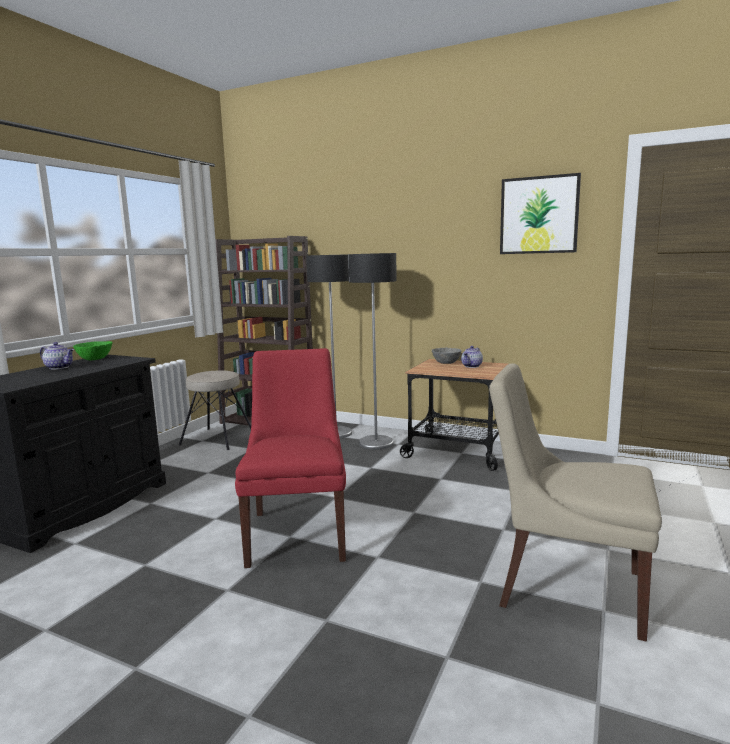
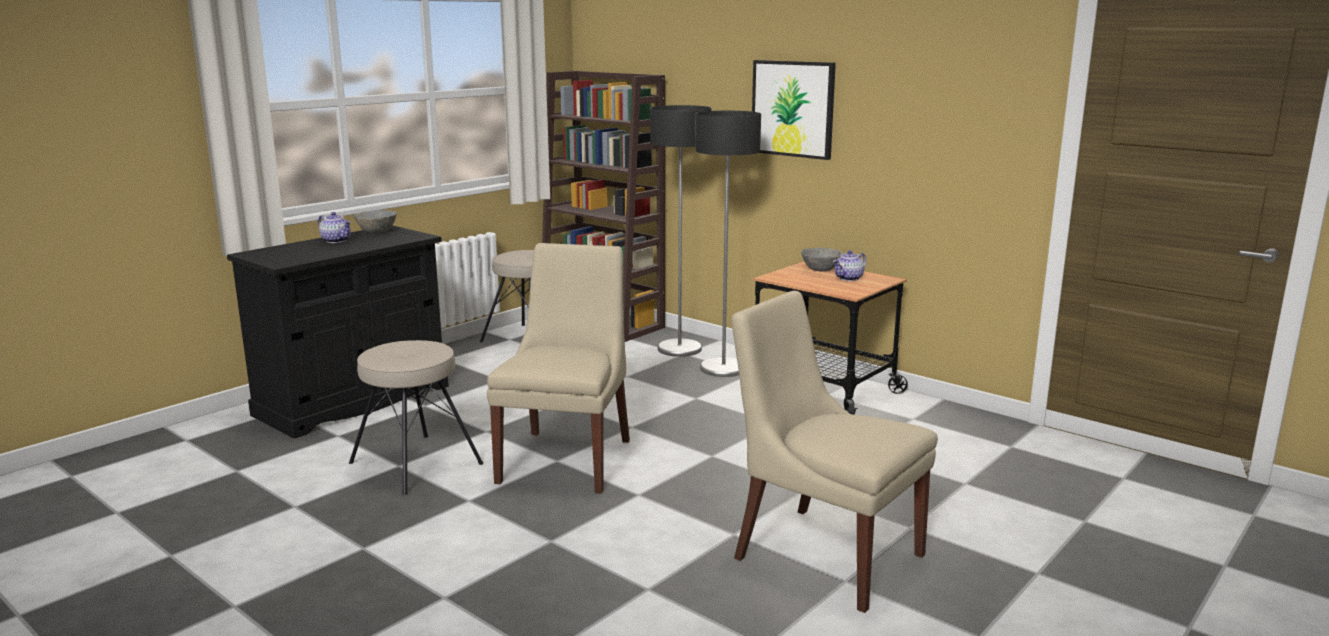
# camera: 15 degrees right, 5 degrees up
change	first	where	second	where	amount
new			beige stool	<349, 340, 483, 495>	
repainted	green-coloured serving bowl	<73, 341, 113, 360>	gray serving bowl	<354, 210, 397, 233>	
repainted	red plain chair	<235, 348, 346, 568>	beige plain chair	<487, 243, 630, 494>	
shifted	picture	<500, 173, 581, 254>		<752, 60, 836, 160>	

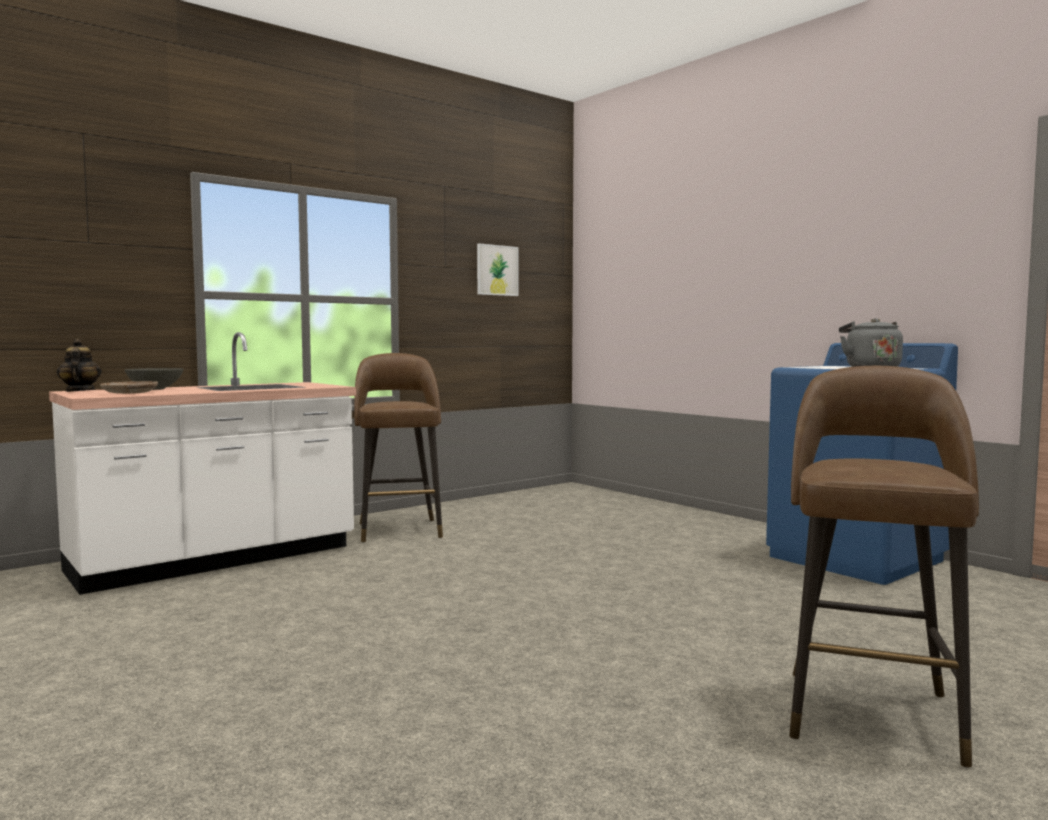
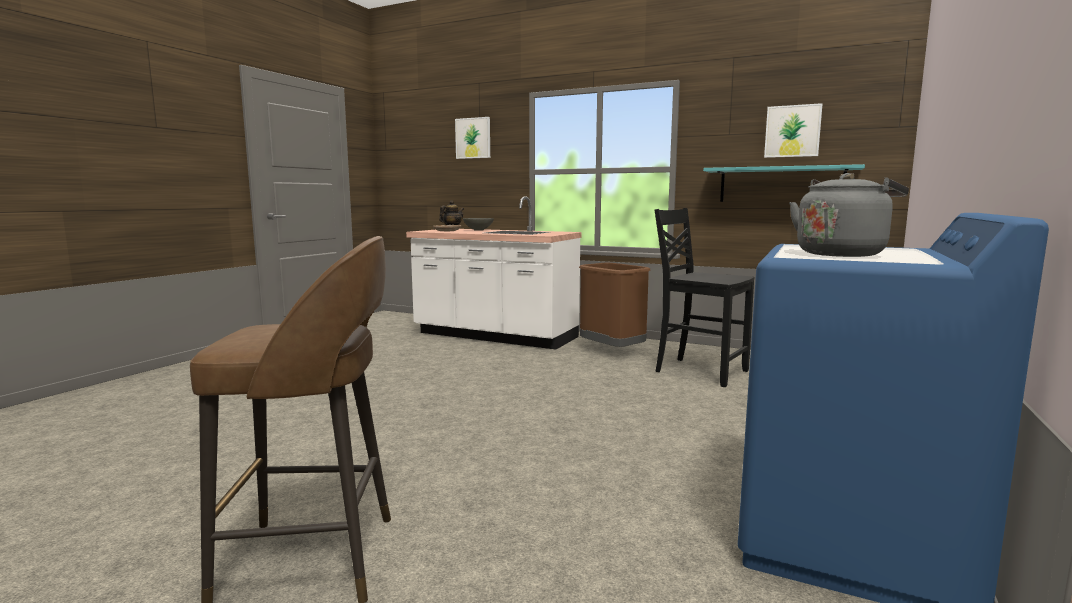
# camera: 65 degrees right, 5 degrees up
change	first	where	second	where	amount
new			picture	<455, 117, 490, 159>	
swapped	brown stool	<354, 353, 443, 543>	brown waste bin	<579, 263, 651, 347>	
new			blackish plain chair	<655, 208, 754, 387>	
new			turquoise wall shelf	<703, 164, 865, 202>	

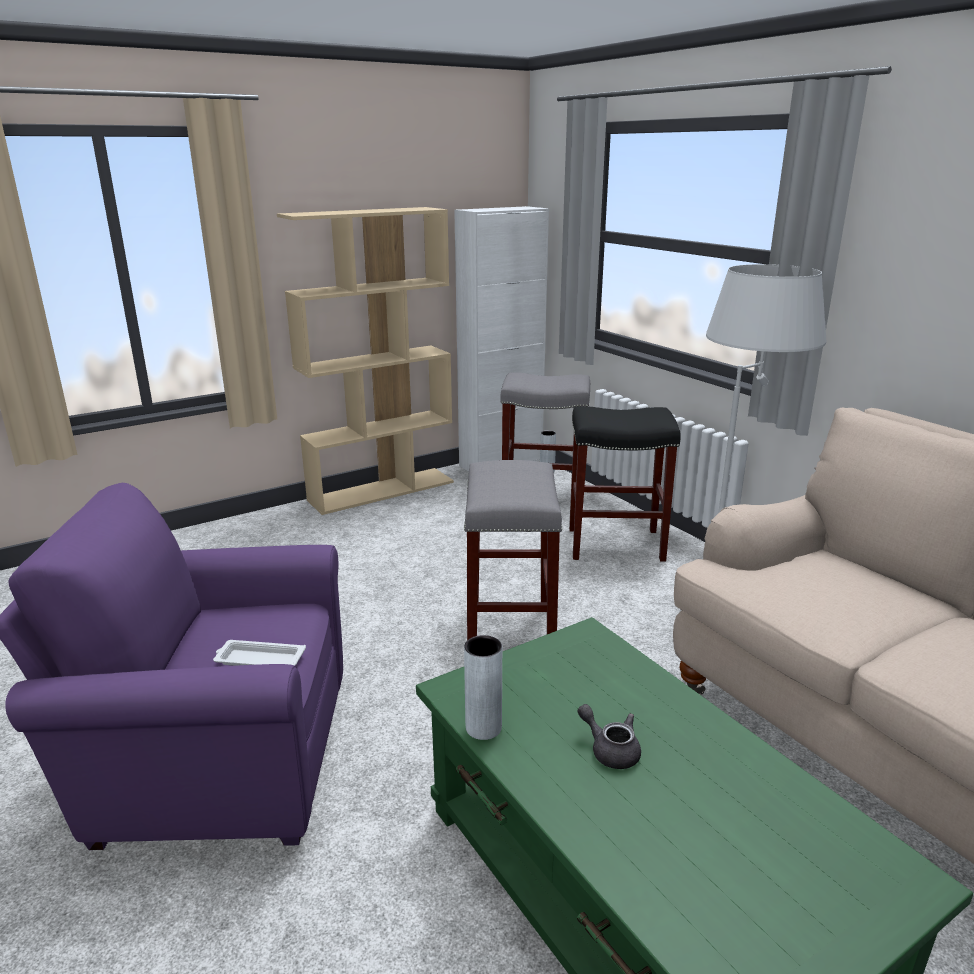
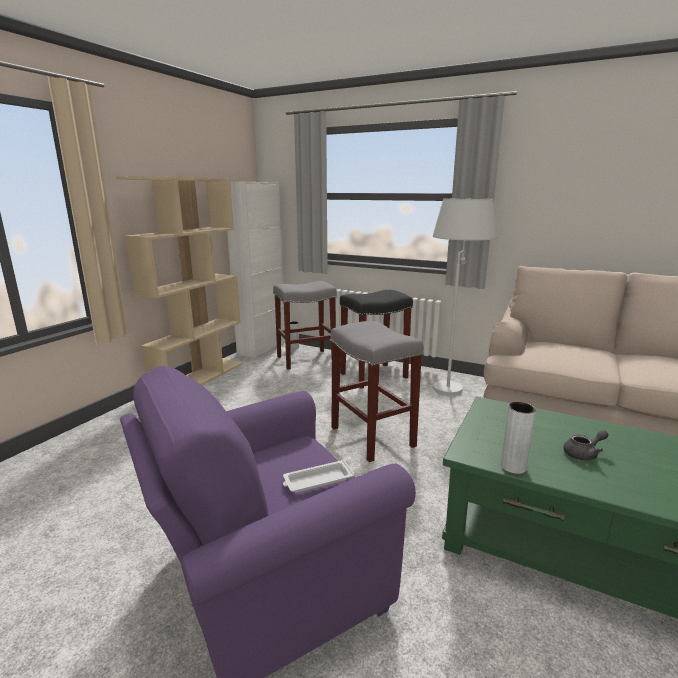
# camera: 30 degrees left, 5 degrees down
change	first	where	second	where	amount
rotated	gray teapot	<577, 704, 641, 769>		<563, 430, 609, 461>	150 degrees clockwise

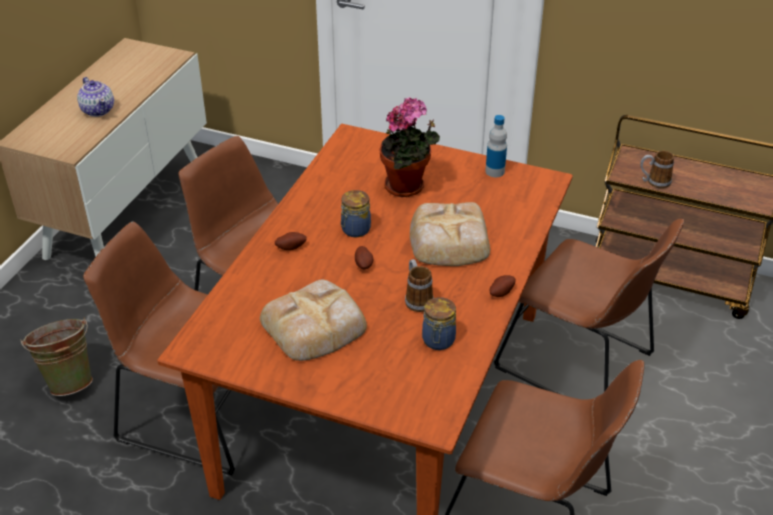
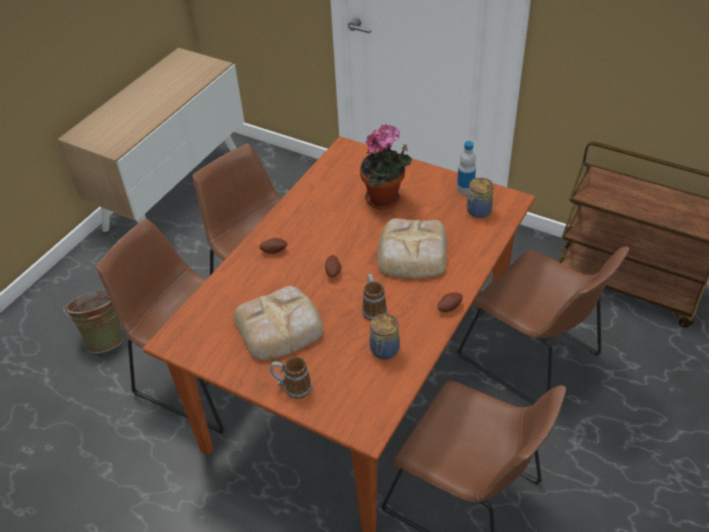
# camera: 10 degrees right, 5 degrees up
change	first	where	second	where	amount
shifted	coffee mug	<640, 151, 674, 189>		<270, 357, 312, 399>	
shifted	preserve jar	<341, 190, 371, 237>		<467, 178, 493, 218>	
gone	teapot	<77, 77, 114, 117>			

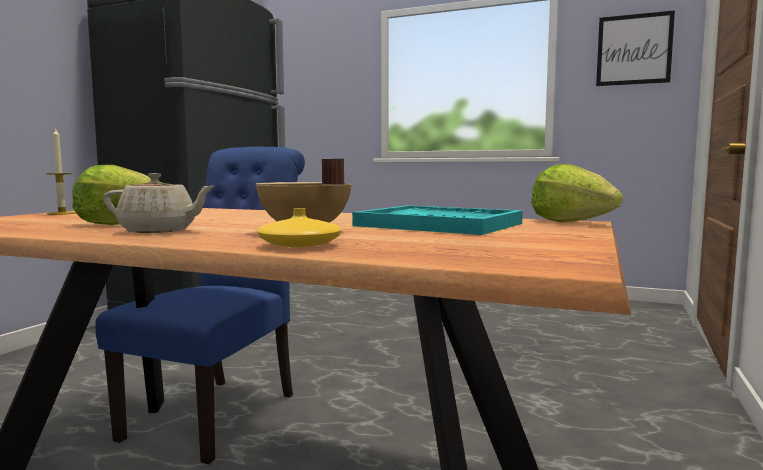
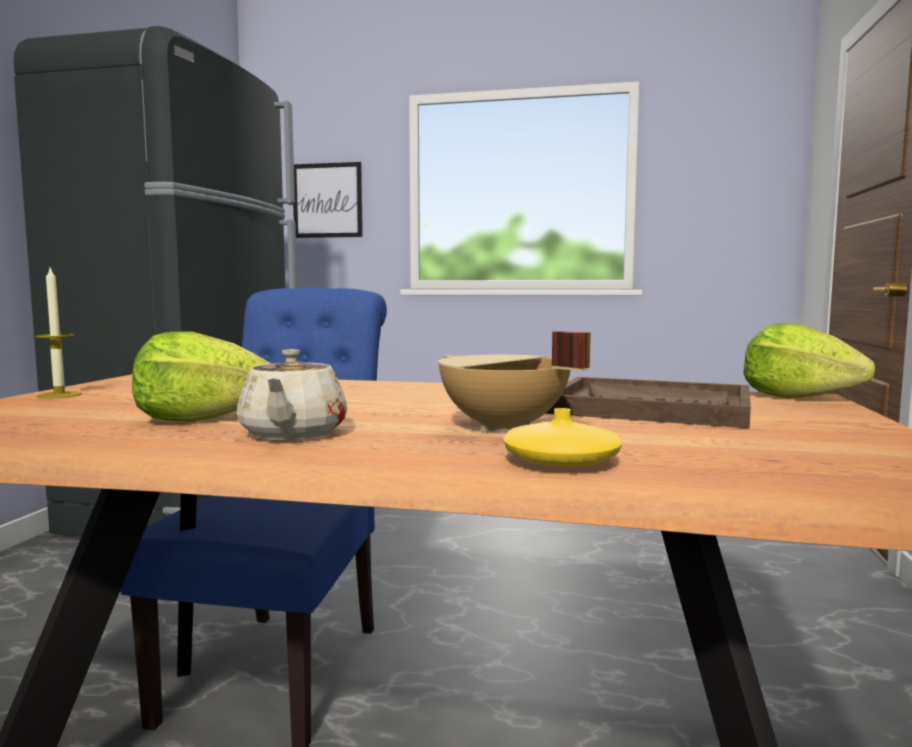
# camera: 10 degrees left, 0 degrees up
change	first	where	second	where	amount
rotated	beige teapot	<103, 173, 214, 233>		<237, 349, 347, 440>	90 degrees clockwise
shifted	picture	<596, 10, 675, 86>		<293, 162, 363, 238>	
repainted	turquoise serving tray	<352, 206, 523, 235>	brown serving tray	<545, 377, 751, 428>	

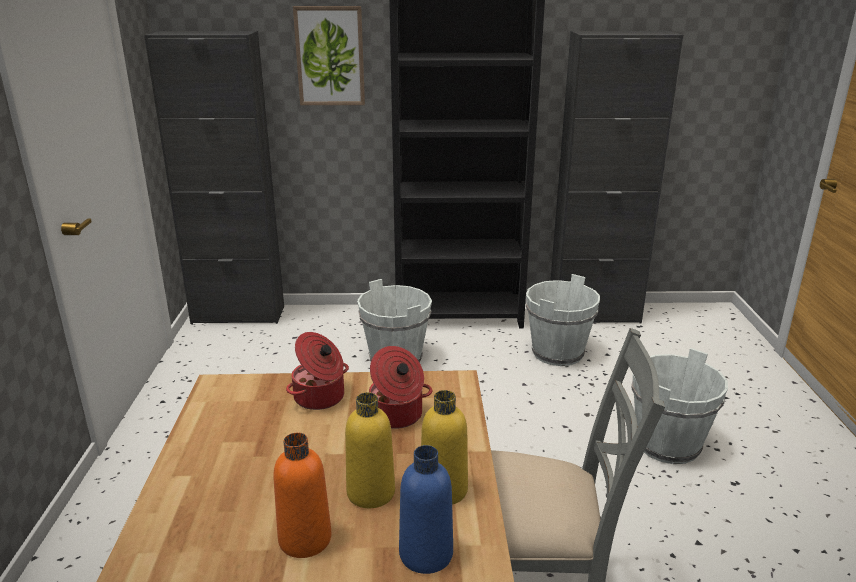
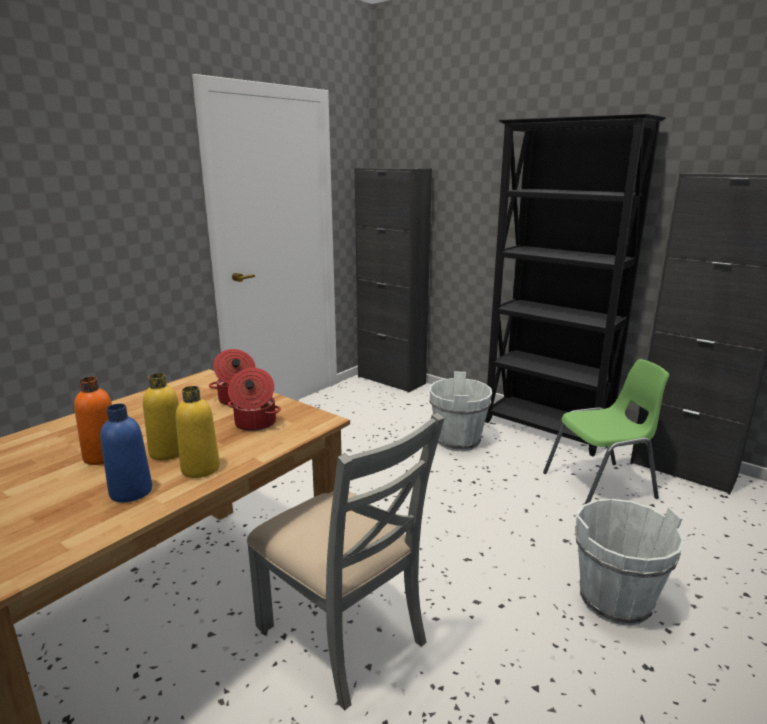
# camera: 40 degrees right, 5 degrees down
change	first	where	second	where	amount
swapped	whitish bucket	<526, 274, 600, 366>	green-coloured plain chair	<543, 359, 669, 504>	
gone	picture	<293, 6, 365, 105>			

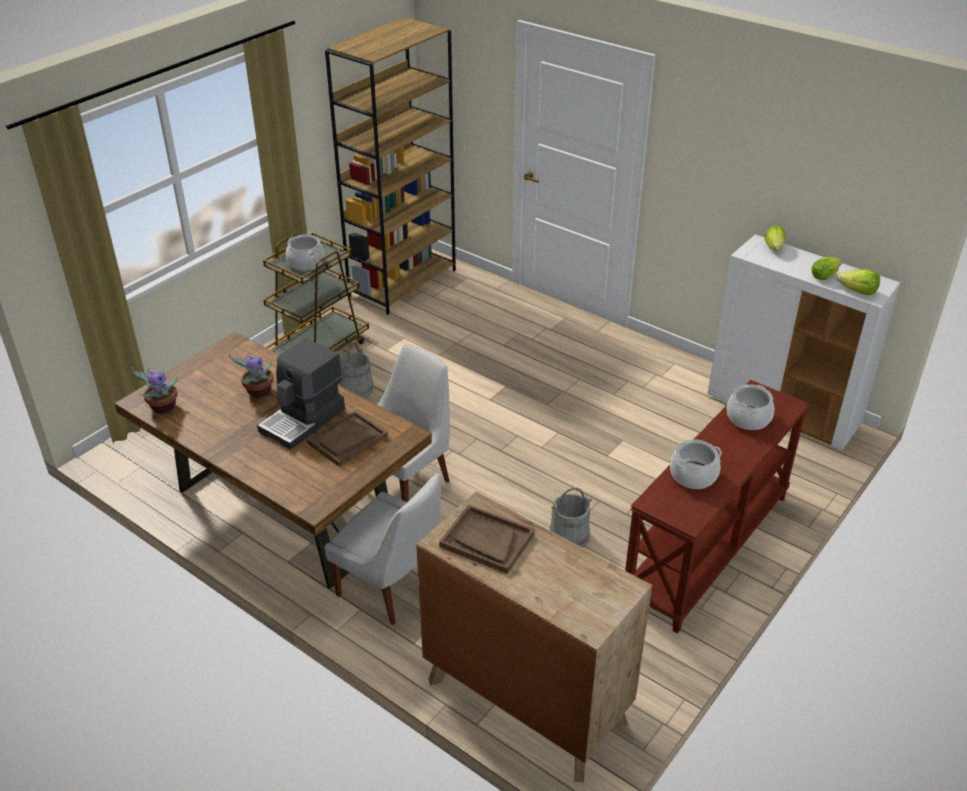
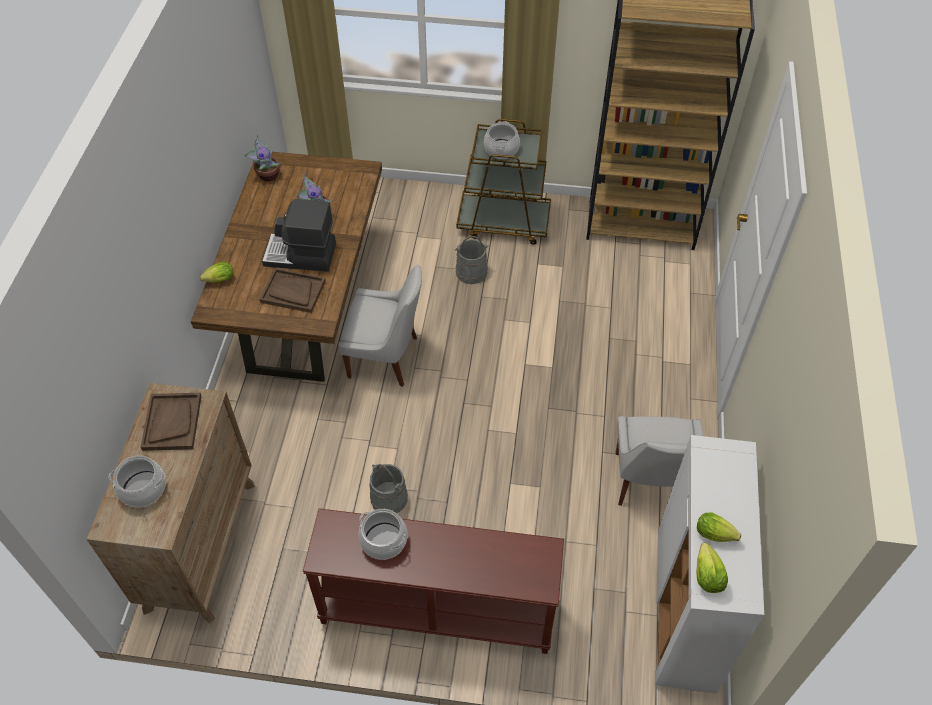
# camera: 60 degrees right, 15 degrees up
change	first	where	second	where	amount
shifted	cooking pot	<727, 384, 774, 430>		<109, 455, 166, 508>	
shifted	lettuce head	<765, 225, 786, 250>		<200, 262, 233, 282>	
shifted	whitish plain chair	<324, 473, 441, 625>		<616, 416, 703, 506>	

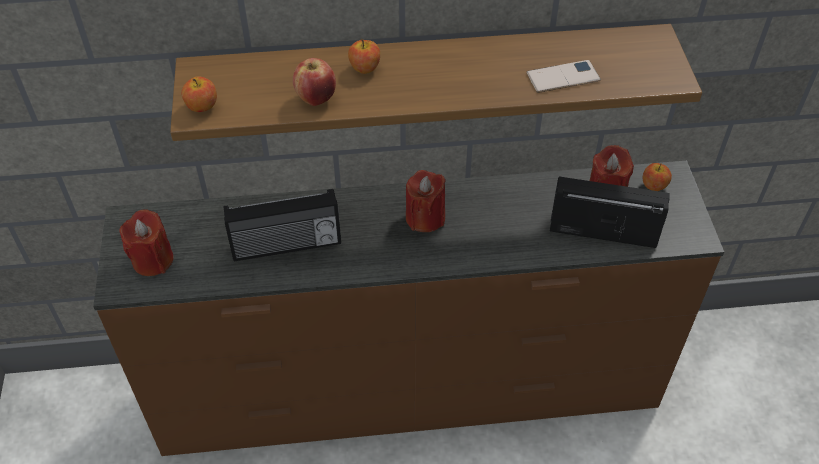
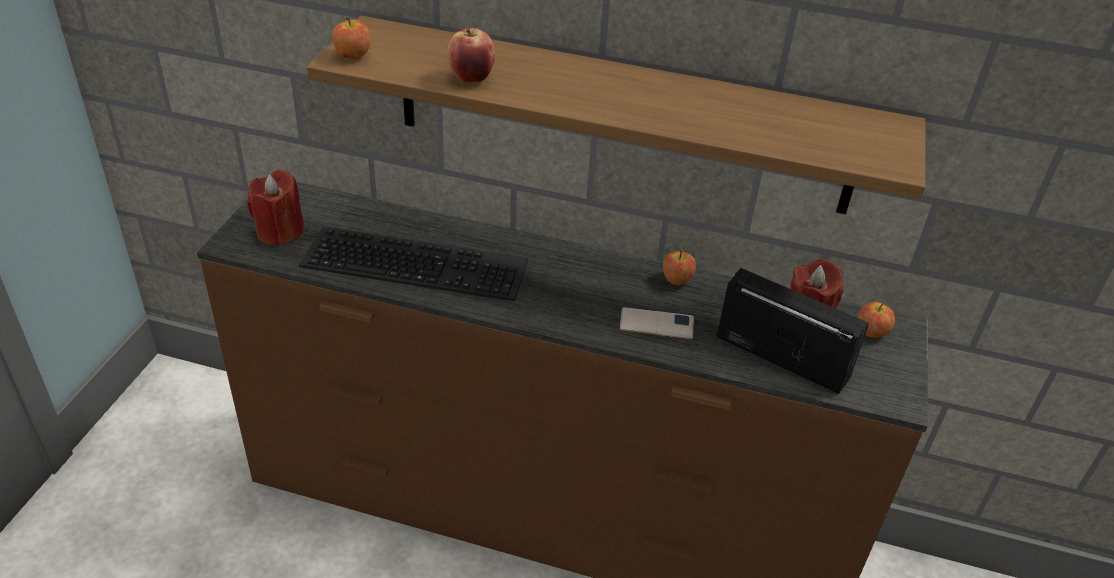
# camera: 20 degrees right, 10 degrees down
change	first	where	second	where	amount
swapped	radio	<224, 189, 341, 262>	keyboard	<299, 226, 528, 301>	
shifted	phone	<526, 60, 601, 93>		<620, 307, 694, 339>	
shifted	apple	<348, 39, 380, 74>		<663, 249, 696, 285>	
gone	red wax light	<406, 170, 446, 232>			

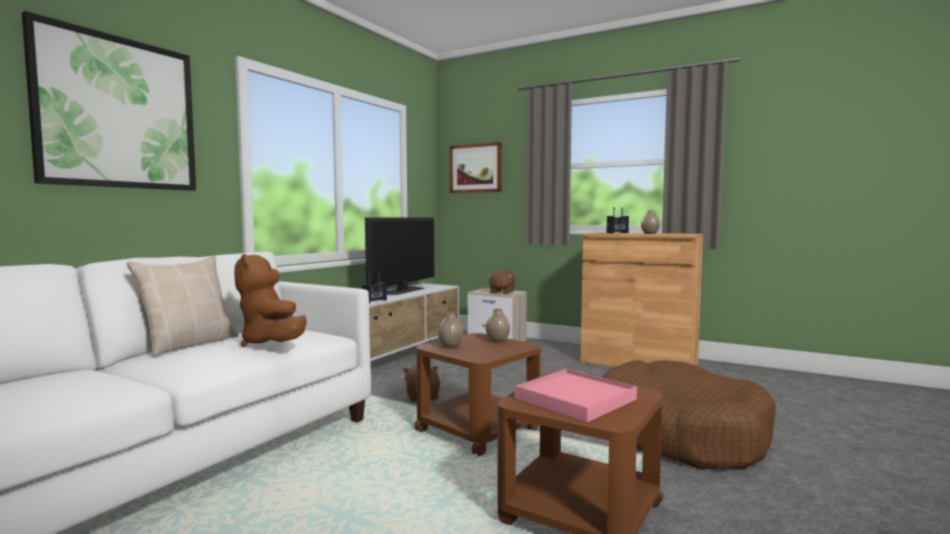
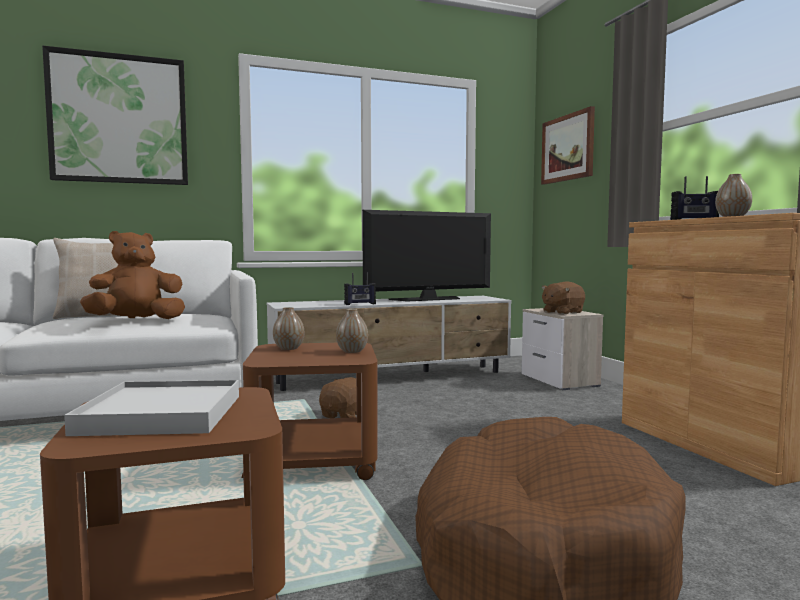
# camera: 40 degrees right, 0 degrees up
change	first	where	second	where	amount
repainted	pink-coloured serving tray	<515, 369, 637, 422>	whitish serving tray	<64, 380, 239, 436>	
rotated	brown soft toy	<234, 254, 307, 347>		<80, 231, 185, 319>	45 degrees clockwise

